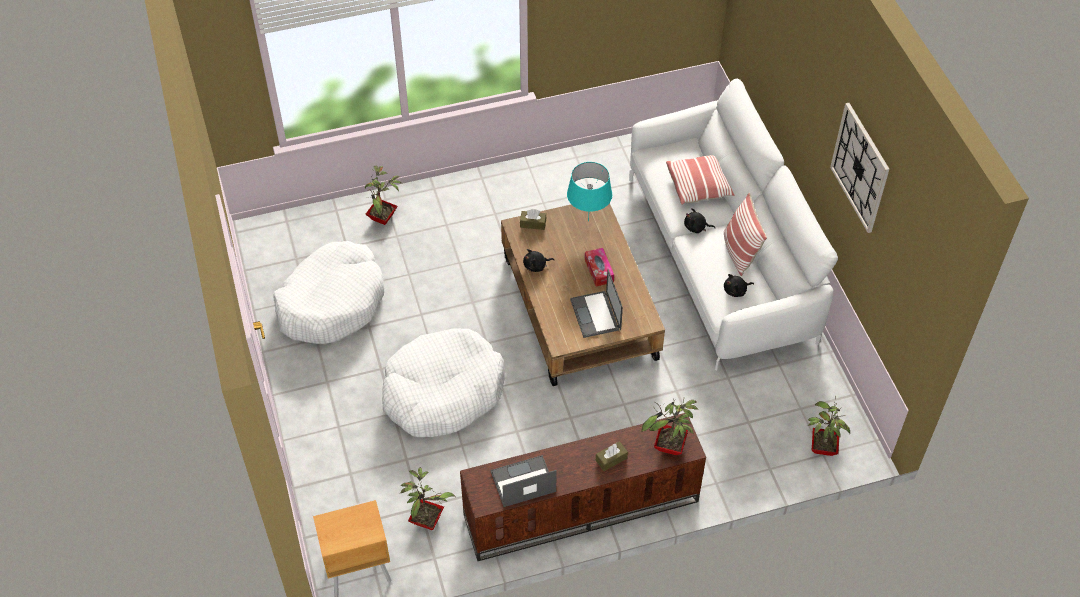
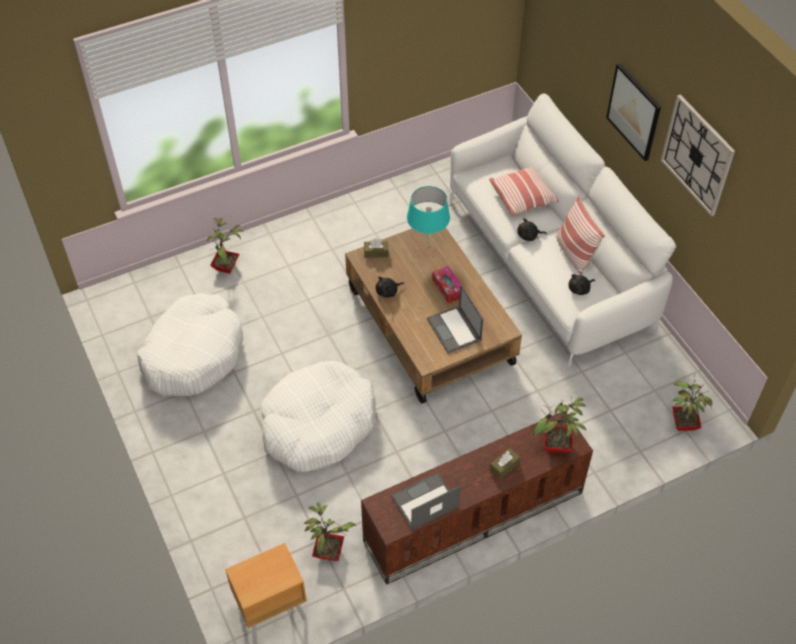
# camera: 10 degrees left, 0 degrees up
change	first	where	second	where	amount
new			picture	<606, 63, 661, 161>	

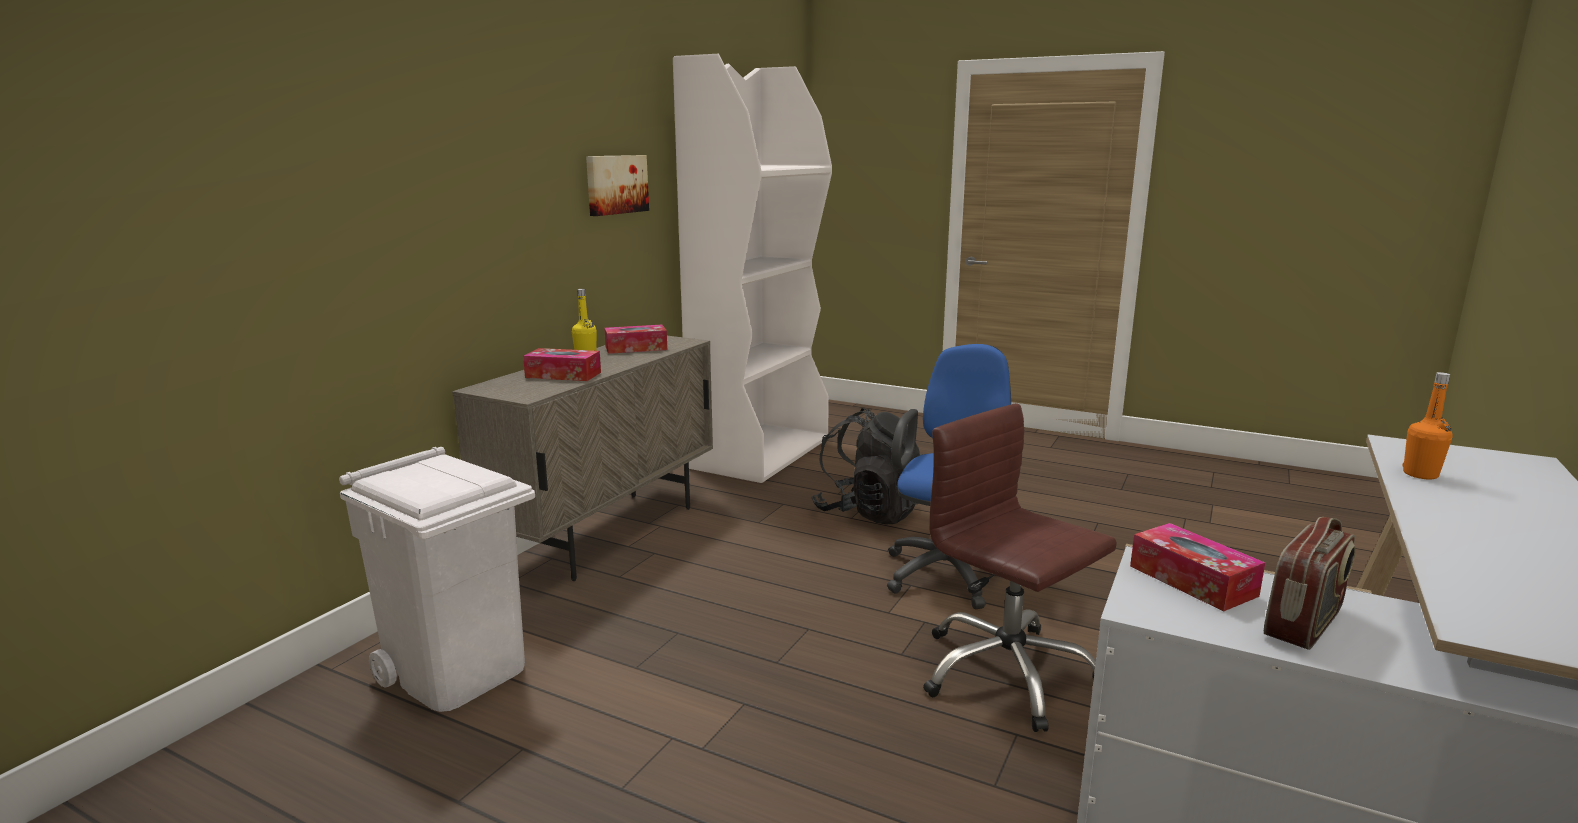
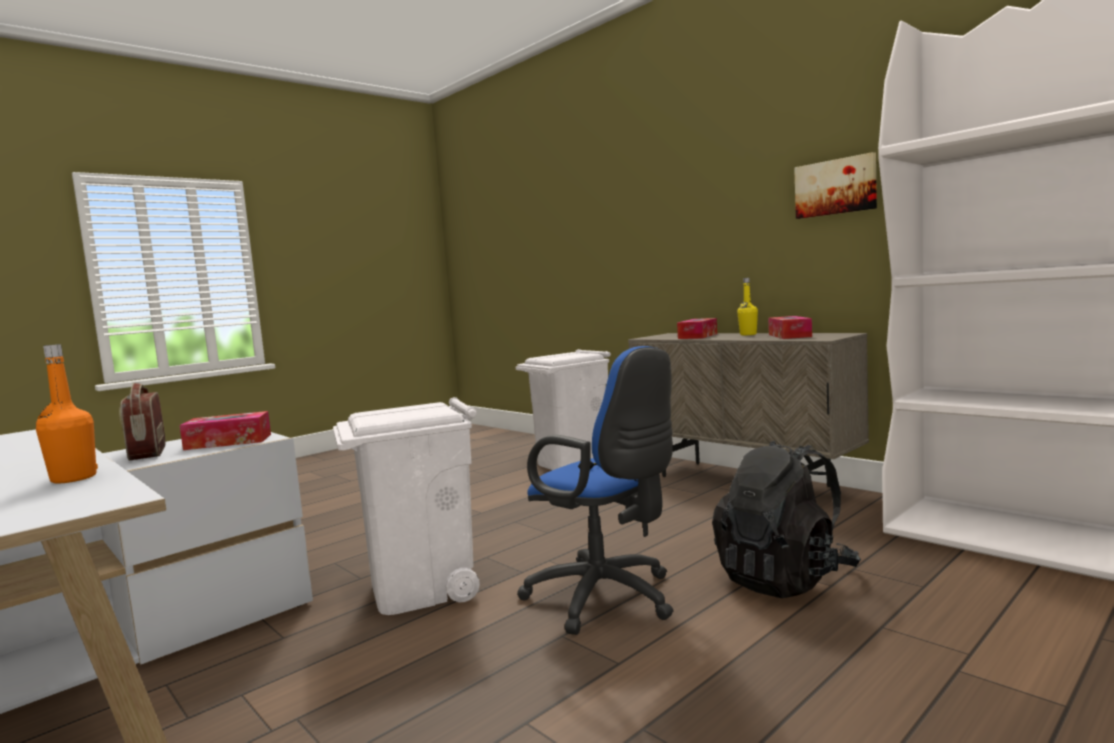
# camera: 110 degrees right, 10 degrees down
change	first	where	second	where	amount
swapped	brown computer chair	<923, 403, 1117, 732>	whitish waste bin	<333, 397, 480, 615>	

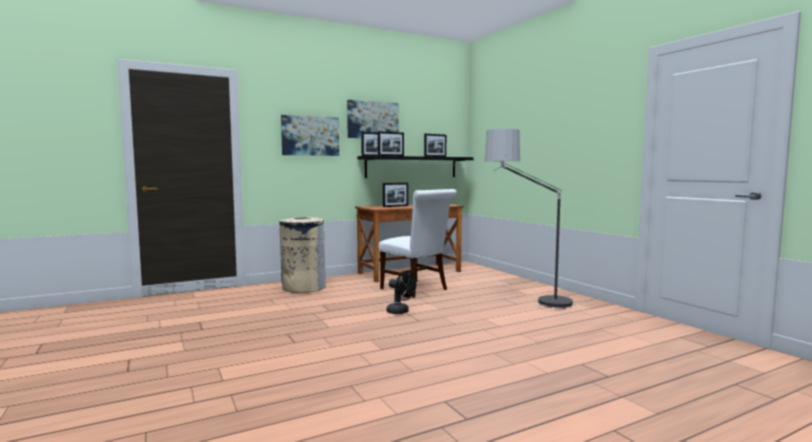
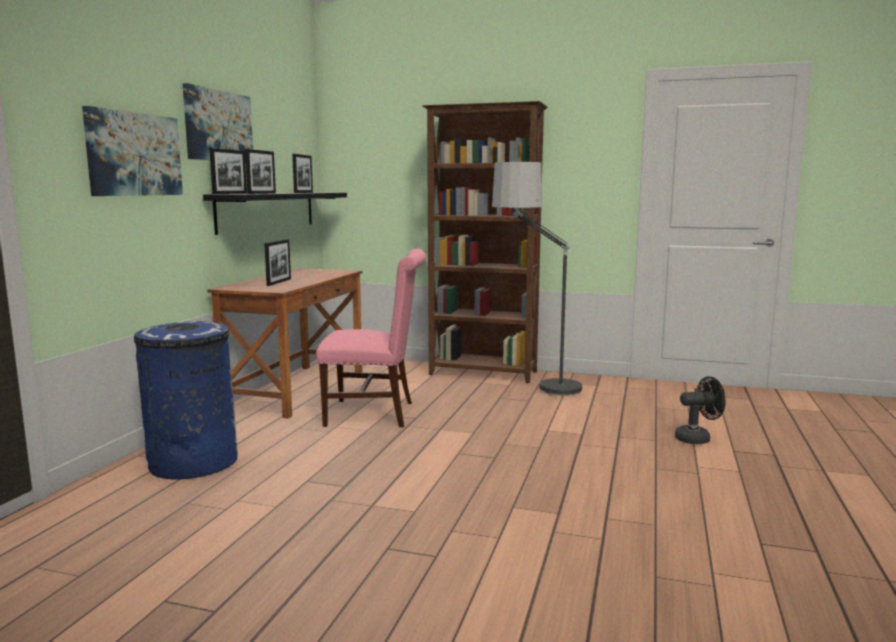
# camera: 45 degrees left, 5 degrees up
change	first	where	second	where	amount
repainted	beige waste bin	<279, 217, 326, 293>	blue-coloured waste bin	<134, 321, 238, 479>	
repainted	whitish plain chair	<379, 189, 457, 298>	pink-coloured plain chair	<316, 249, 426, 428>	
new			brown bookshelf	<422, 101, 548, 383>	
shifted	blackish cooling fan	<387, 271, 416, 314>		<675, 376, 726, 444>	

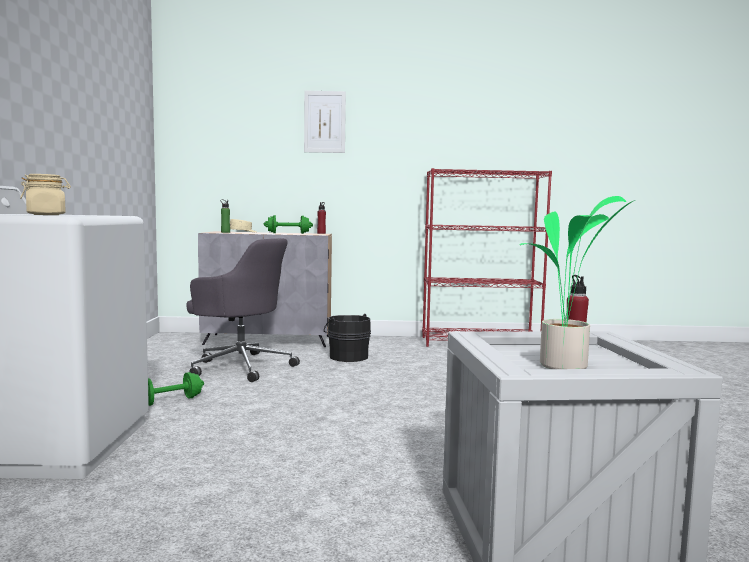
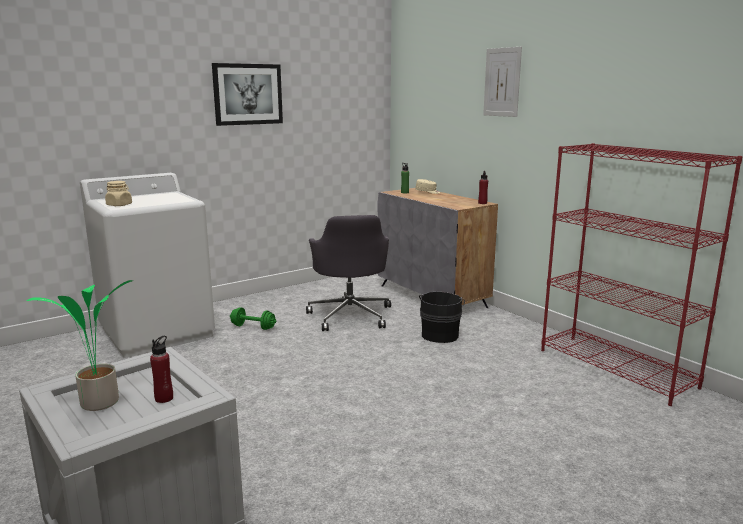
# camera: 55 degrees right, 10 degrees up
change	first	where	second	where	amount
new			picture	<212, 63, 283, 126>	
gone	green-coloured free weight	<264, 215, 313, 234>			

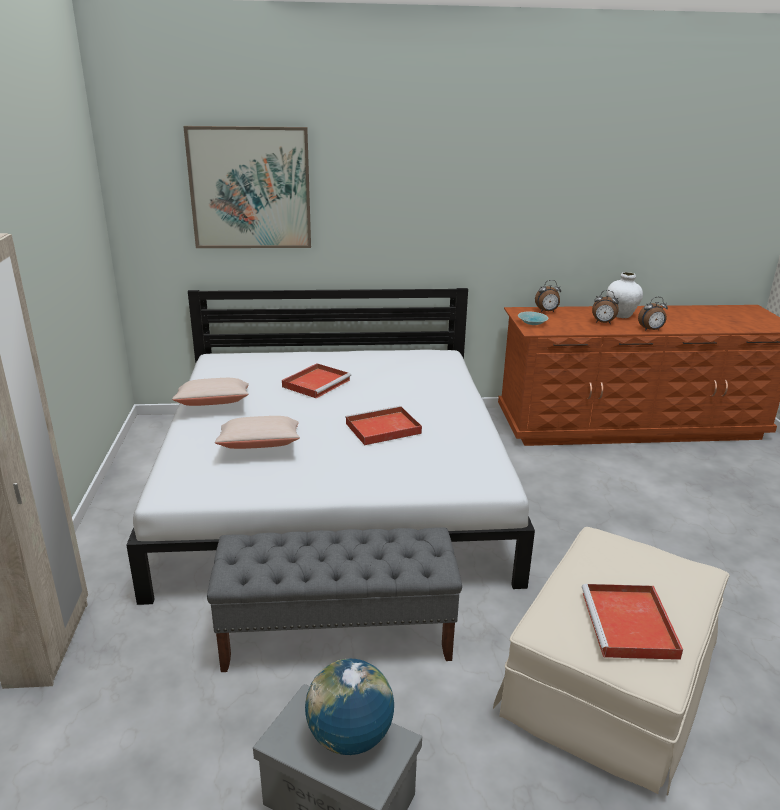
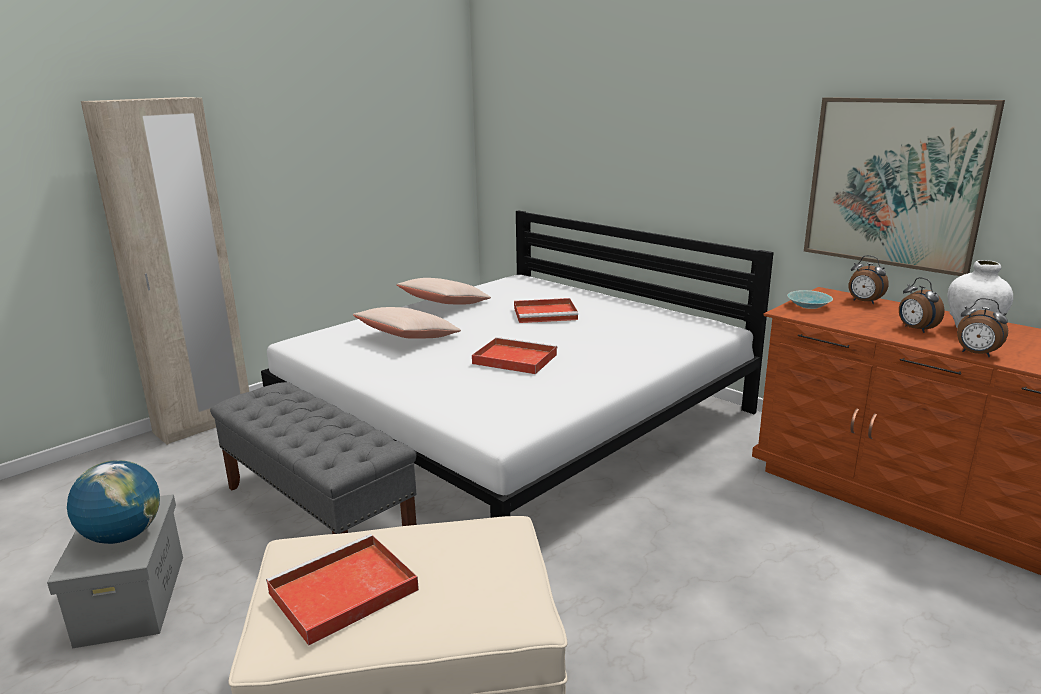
# camera: 50 degrees right, 5 degrees down
change	first	where	second	where	amount
shifted	picture	<183, 126, 311, 248>		<804, 97, 1005, 276>	

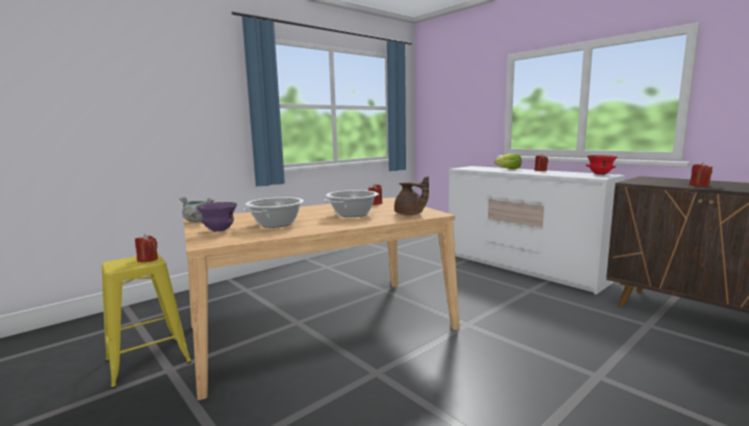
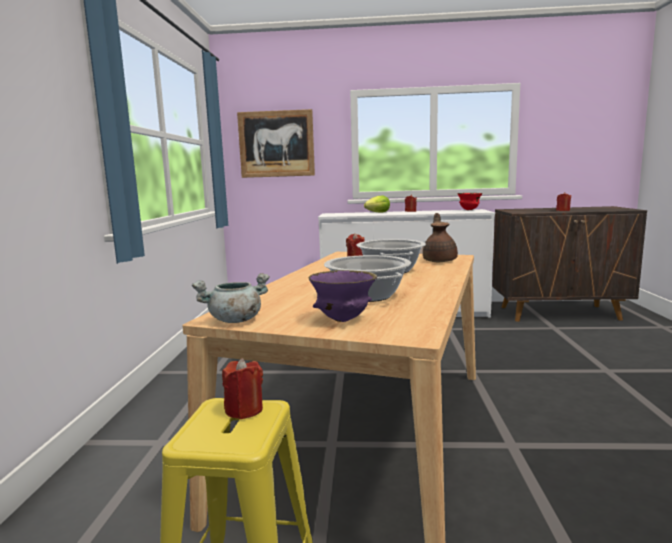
# camera: 45 degrees left, 0 degrees up
change	first	where	second	where	amount
new			picture	<237, 109, 315, 178>	
rotated	brown teapot	<394, 176, 429, 215>		<423, 213, 458, 262>	75 degrees counterclockwise

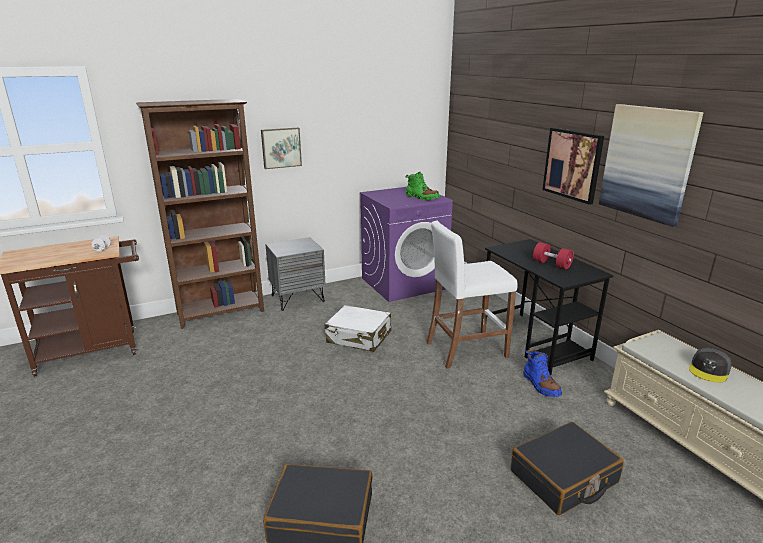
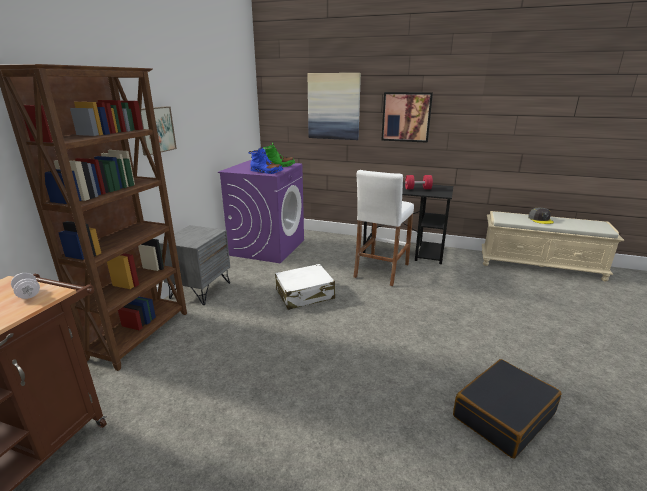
# camera: 45 degrees left, 0 degrees up
change	first	where	second	where	amount
shifted	blue-coloured high-top boot	<523, 349, 562, 397>		<248, 147, 283, 174>	
shifted	picture	<599, 104, 703, 227>		<308, 73, 361, 140>	
gone	blackish travel case	<511, 422, 624, 515>			

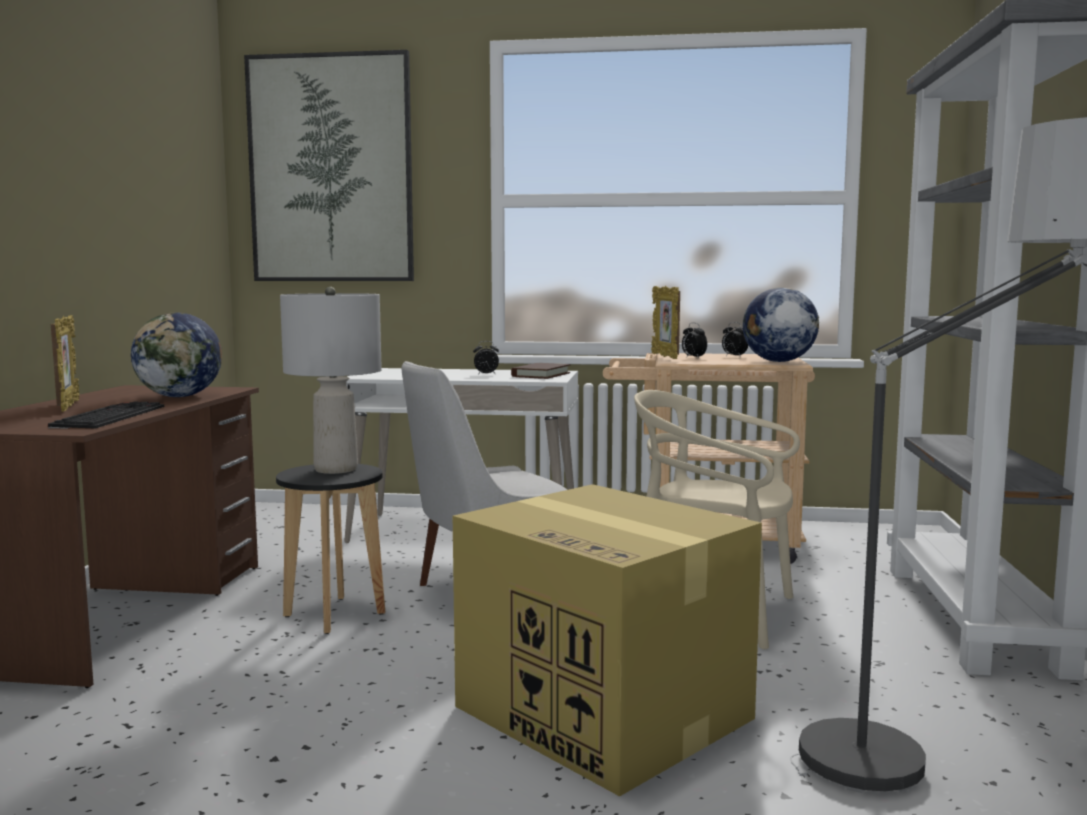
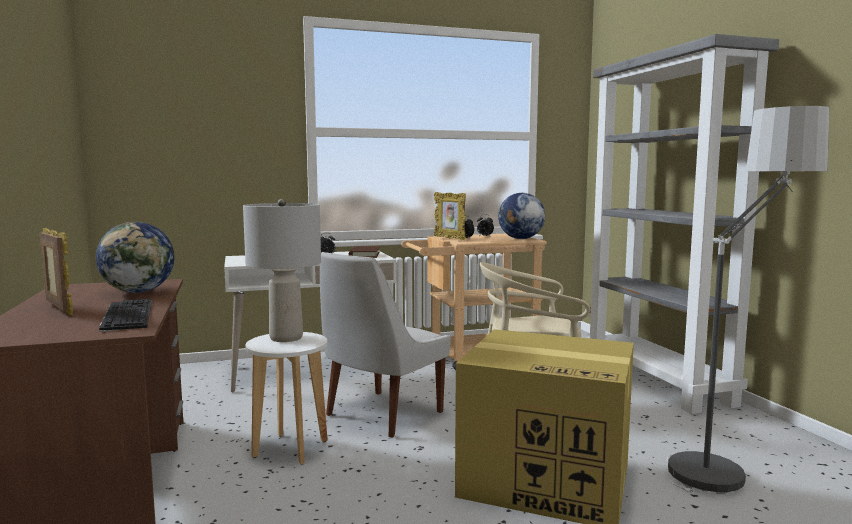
# camera: 25 degrees left, 0 degrees up
change	first	where	second	where	amount
repainted	blackish stool	<276, 464, 385, 634>	whitish stool	<246, 332, 328, 465>	
gone	picture	<244, 50, 414, 281>			

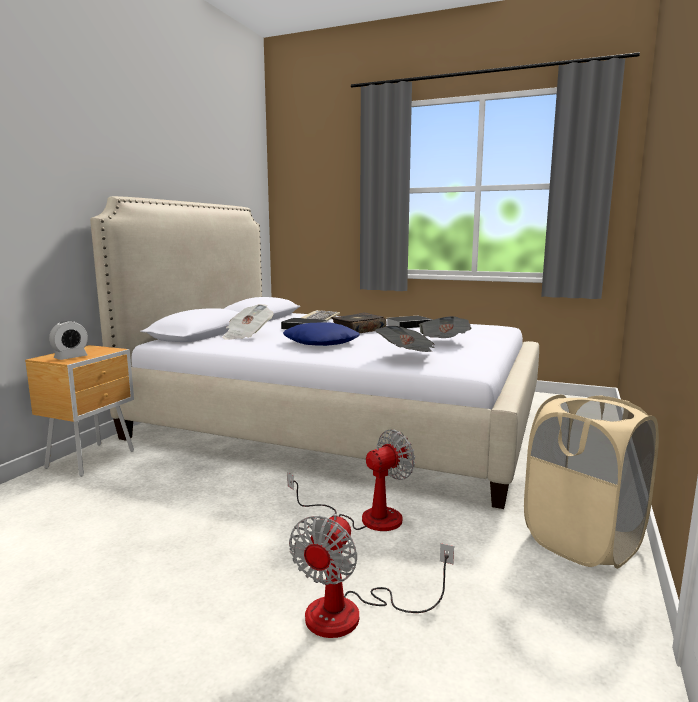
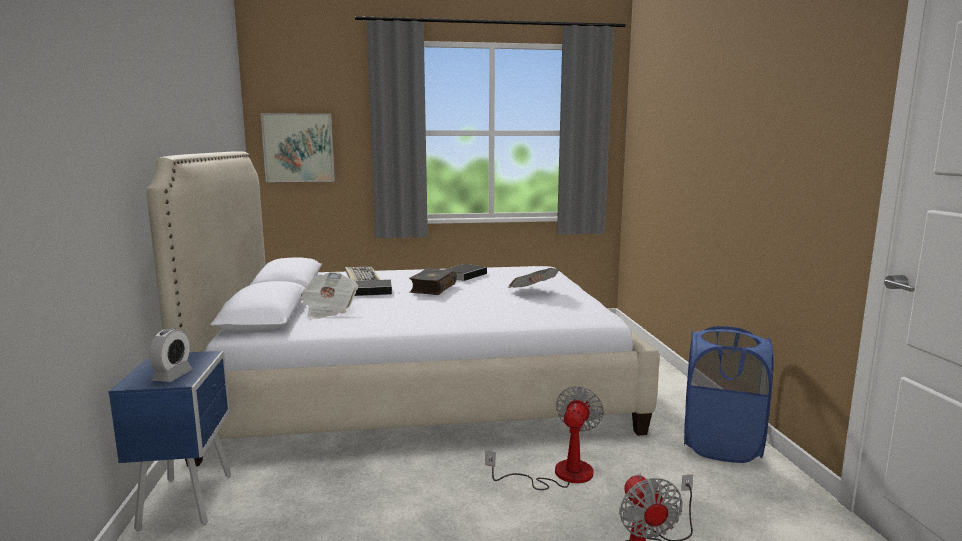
# camera: 30 degrees left, 0 degrees up
change	first	where	second	where	amount
repainted	brown bedside table	<25, 345, 134, 477>	blue-coloured bedside table	<108, 351, 232, 531>	
new			picture	<260, 113, 335, 182>	
repainted	beige hamper	<524, 395, 659, 569>	blue-coloured hamper	<684, 326, 773, 463>	
gone	blue-coloured throw pillow	<283, 323, 360, 346>			
gone	newspaper	<375, 326, 435, 352>			

